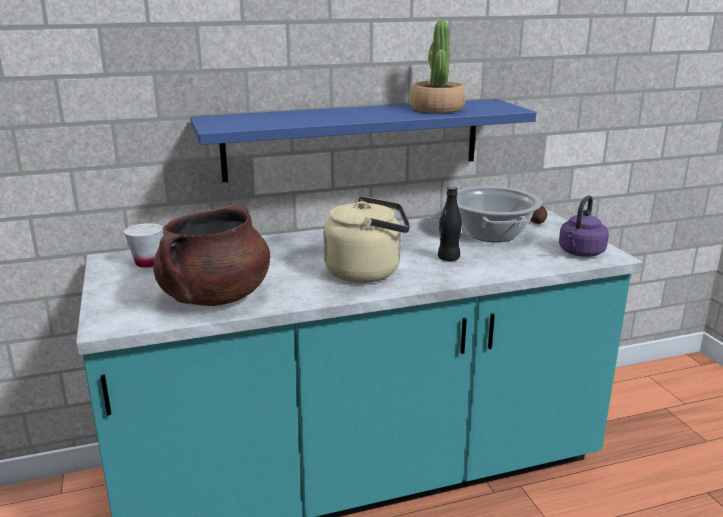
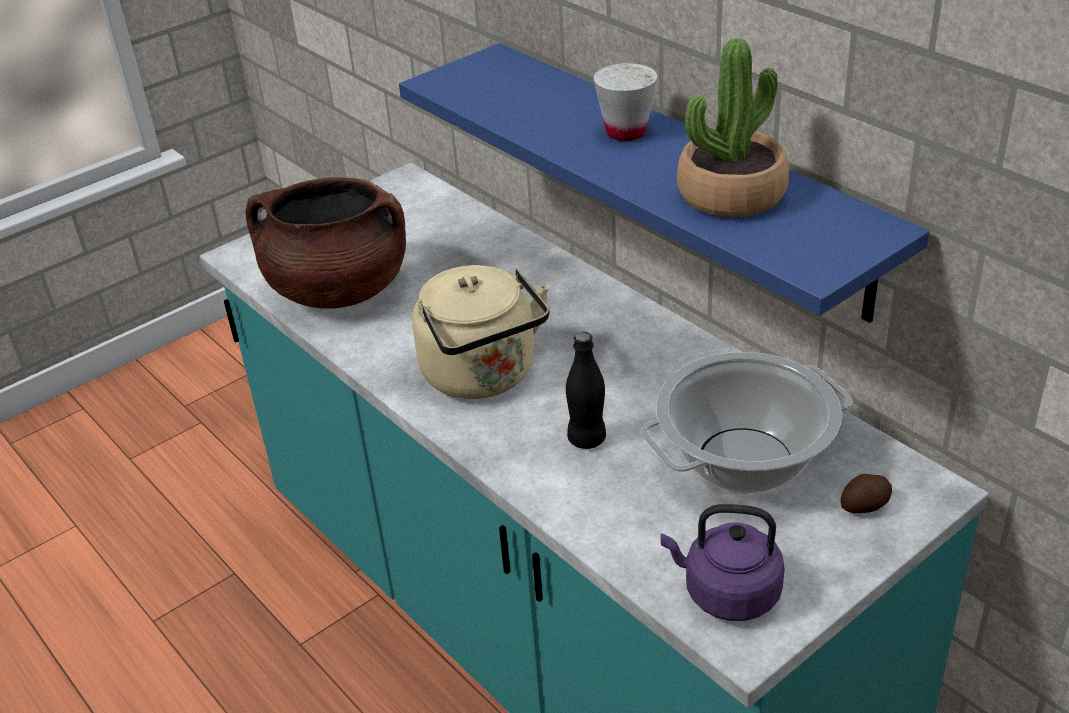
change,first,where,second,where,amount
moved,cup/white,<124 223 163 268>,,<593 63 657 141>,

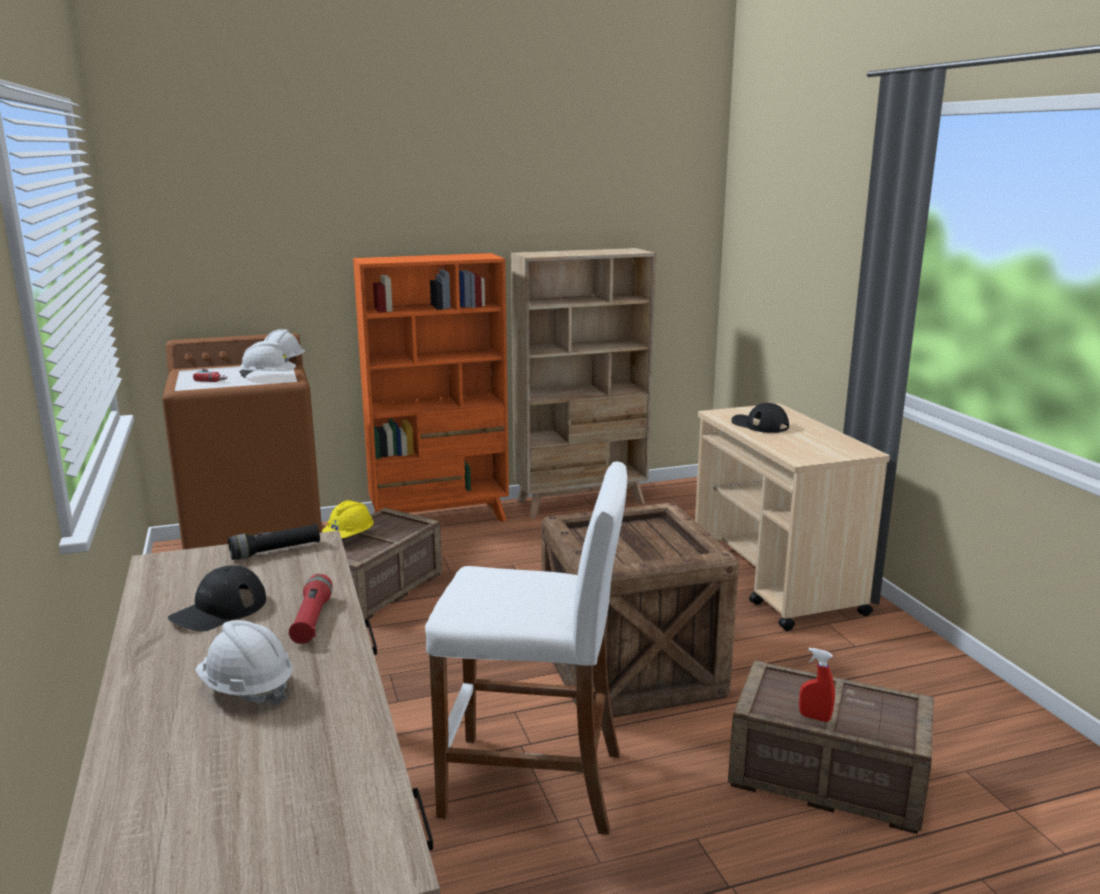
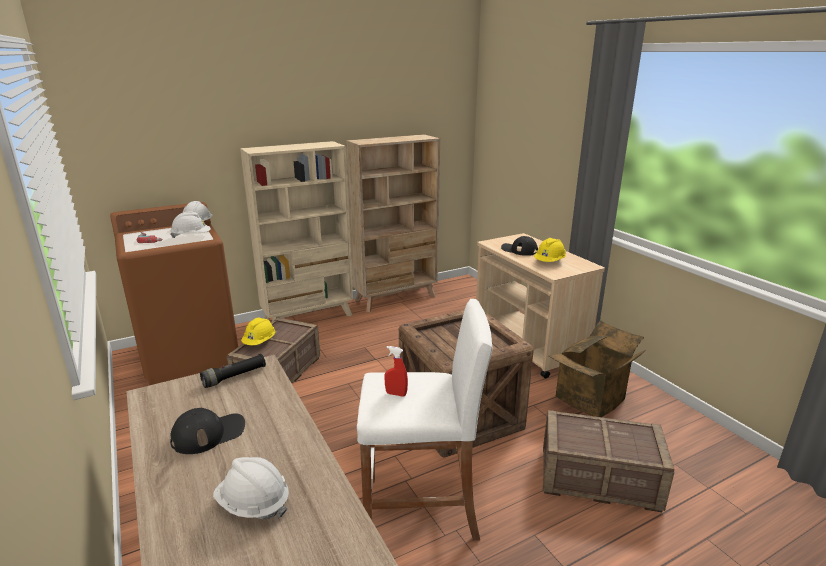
change,first,where,second,where,amount
removed,flashlight/red,<289 574 333 644>,,,
added,,,hard hat/yellow,<534 238 566 262>,
added,,,cardboard box,<549 320 646 417>,
moved,spray bottle/red,<799 648 835 722>,,<384 346 408 397>,
recoloured,bookcase/orange,<353 253 509 522>,bookcase/beige,<240 141 353 321>,
turned,cap/black,<168 565 266 631>,,<170 408 245 454>,150 degrees counterclockwise

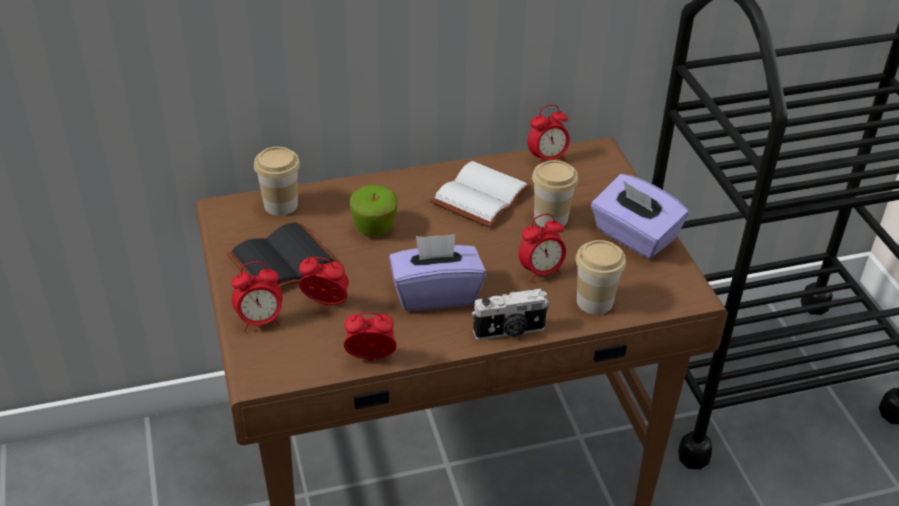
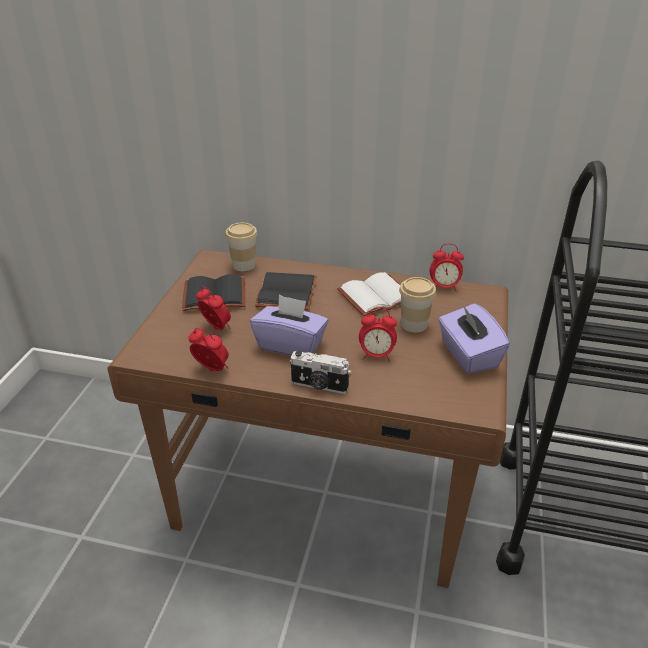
change,first,where,second,where,amount
removed,alarm clock,<231 262 283 331>,,,
removed,cup,<576 240 626 314>,,,
replaced,apple,<350 185 398 236>,book/black,<255 272 317 310>,

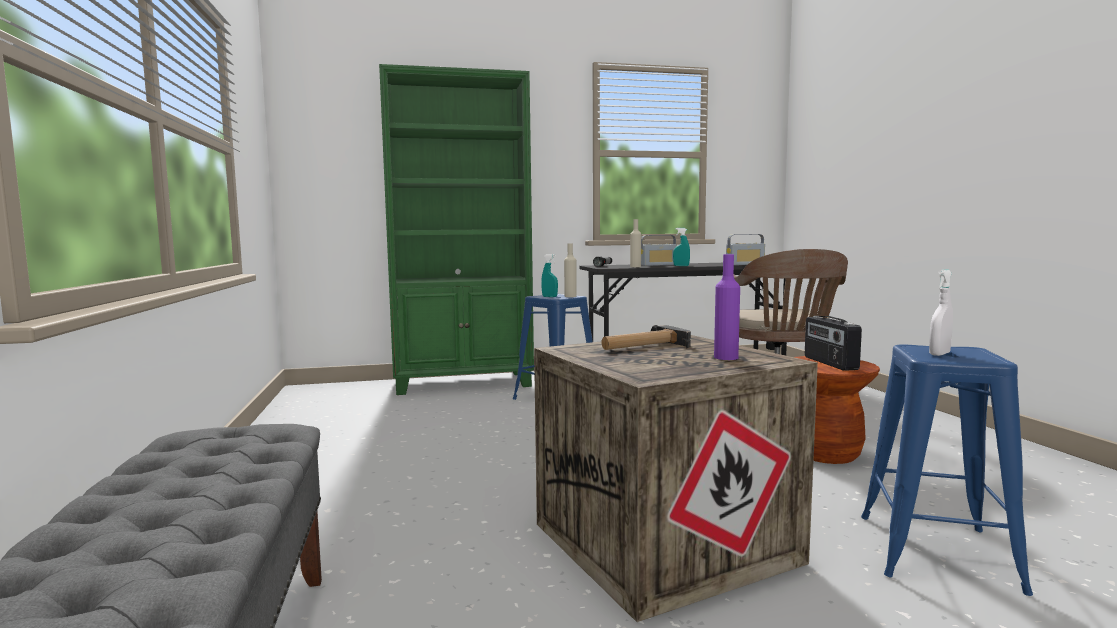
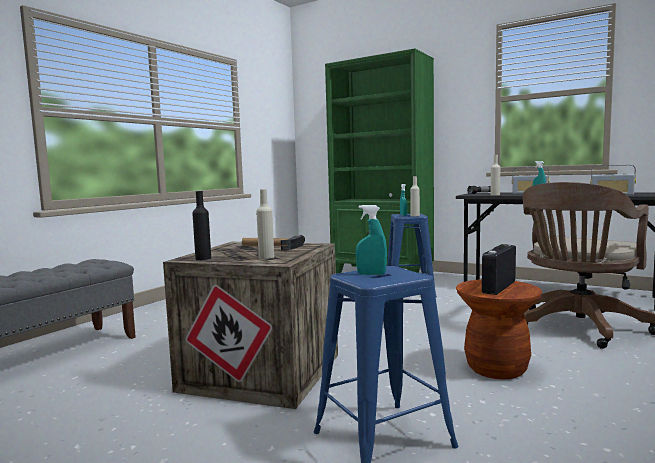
change,first,where,second,where,amount
added,,,bottle/black,<192 191 211 260>,
recoloured,bottle/purple,<714 254 740 360>,bottle/beige,<256 189 274 259>,
recoloured,spray bottle/white,<929 270 953 356>,spray bottle/turquoise,<356 205 387 275>,

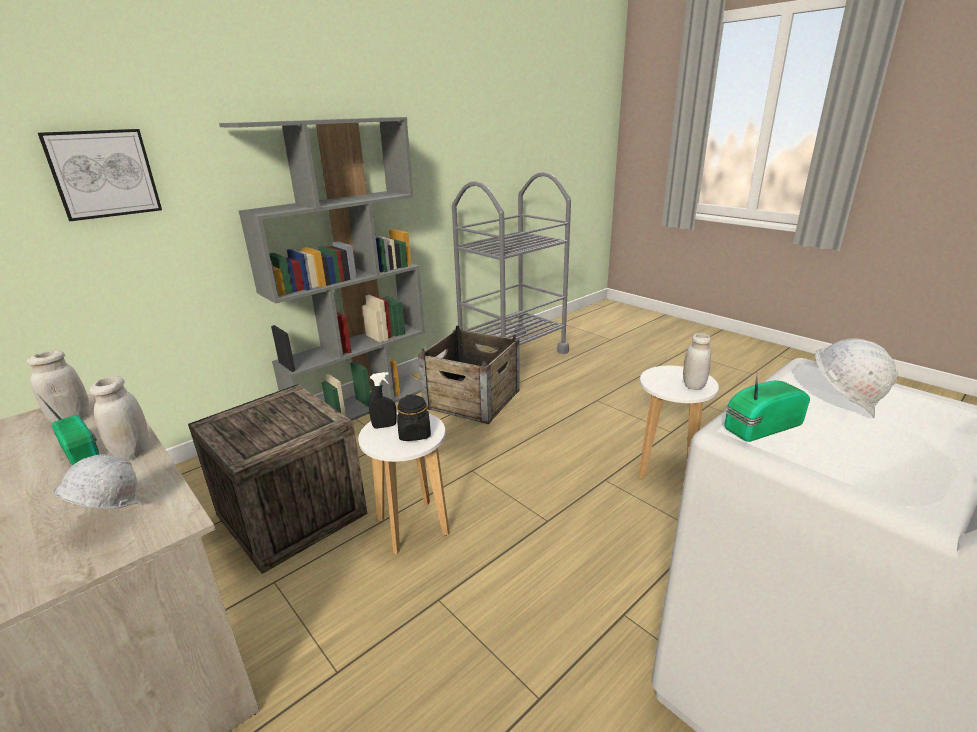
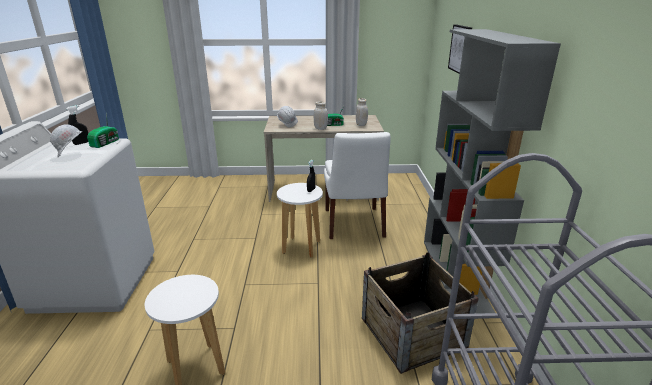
change,first,where,second,where,amount
removed,jar/black,<397 394 431 441>,,,
removed,jar/white,<683 333 711 390>,,,
added,,,spray bottle/black,<67 105 88 145>,
replaced,crate,<188 384 368 574>,chair/white,<324 132 391 239>,

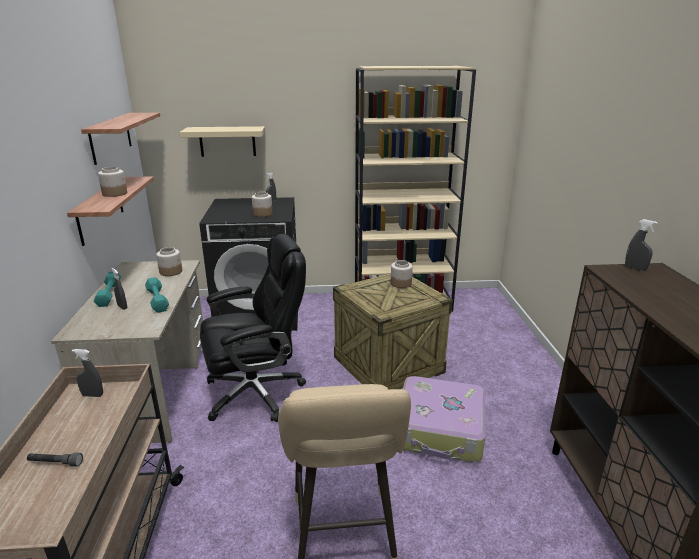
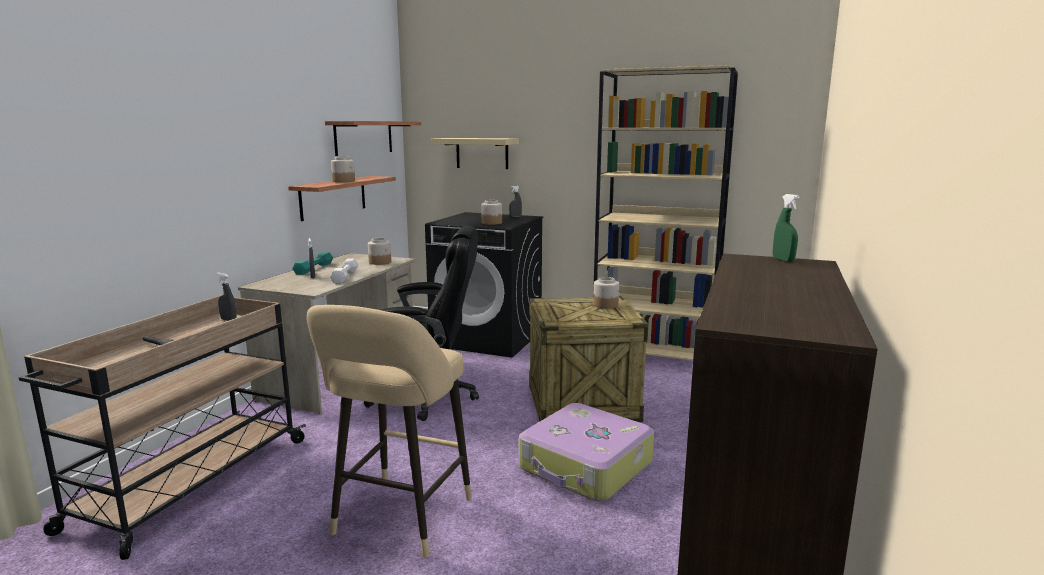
change,first,where,second,where,amount
recoloured,dumbbell/turquoise,<145 277 169 313>,dumbbell/white,<330 259 358 283>,
recoloured,spray bottle/grey,<625 219 658 271>,spray bottle/green,<773 194 800 262>,

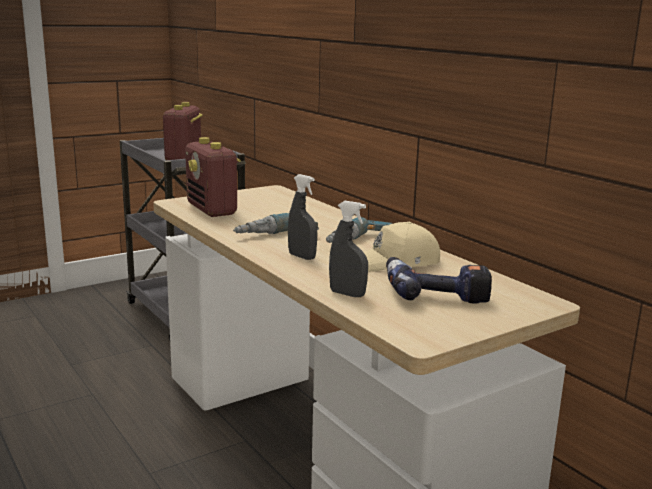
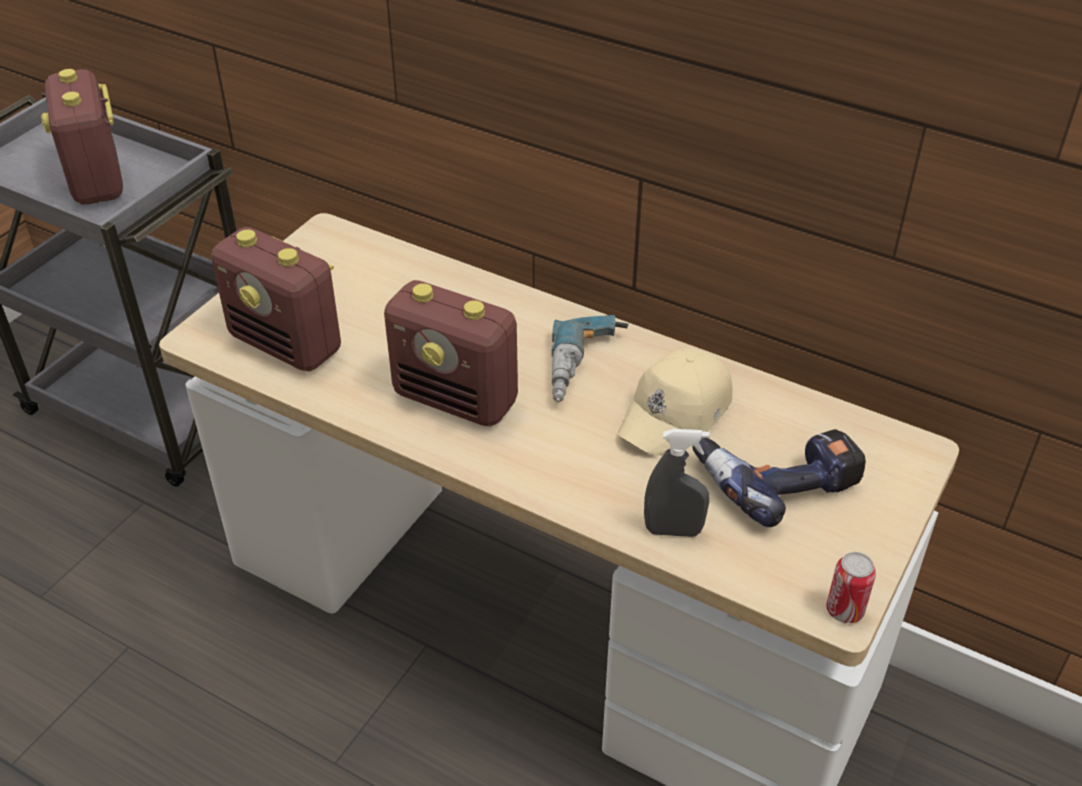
change,first,where,second,where,amount
removed,spray bottle/grey,<288 174 317 260>,,,
added,,,can,<826 552 876 623>,
replaced,power drill,<233 213 319 234>,radio,<384 280 518 427>,

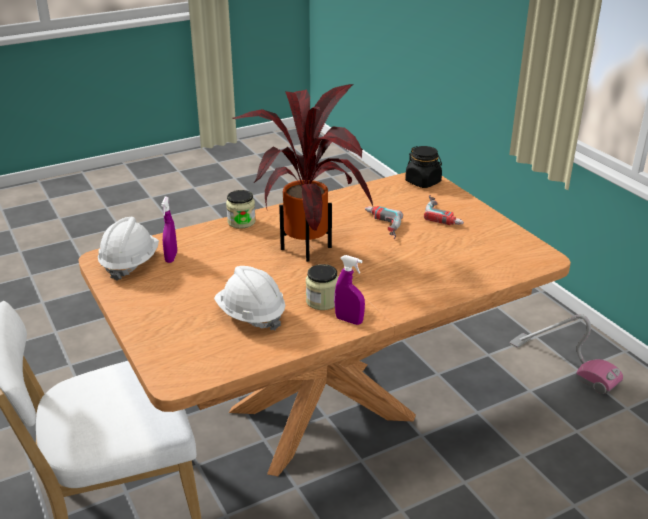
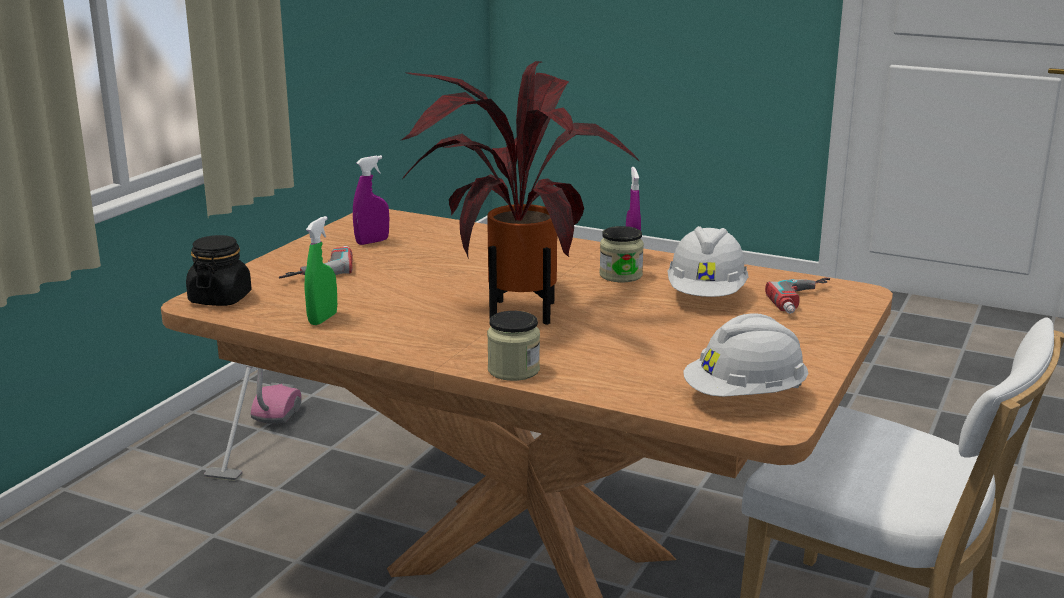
change,first,where,second,where,amount
added,,,spray bottle/green,<304 216 337 325>,
moved,spray bottle/purple,<161 196 177 263>,,<353 155 389 245>,
moved,power drill,<365 206 403 239>,,<765 278 830 314>,

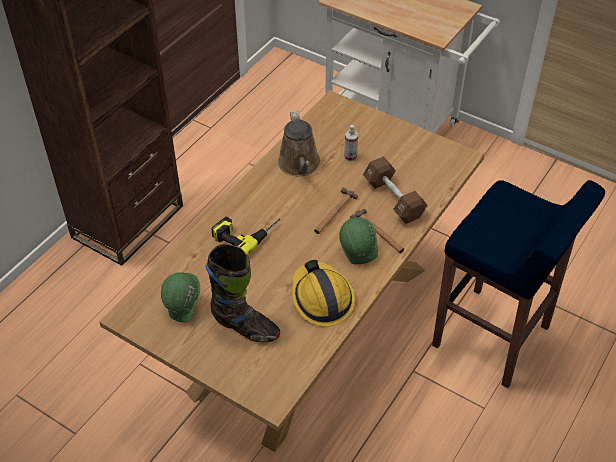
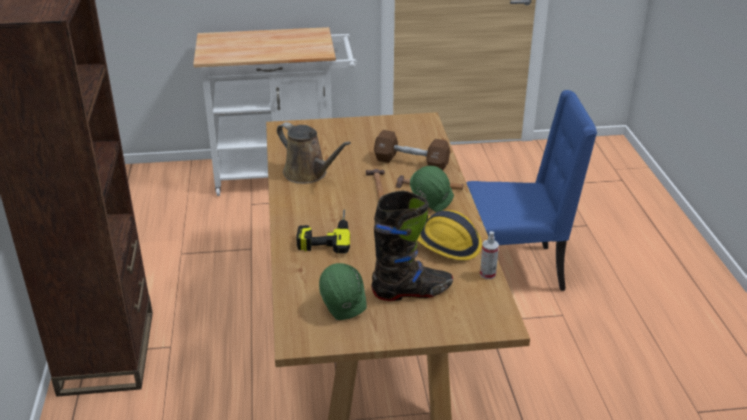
change,first,where,second,where,amount
moved,spray bottle,<344 125 358 161>,,<480 231 499 279>,
replaced,stool/blue,<432 180 605 388>,chair/blue,<466 90 597 291>,

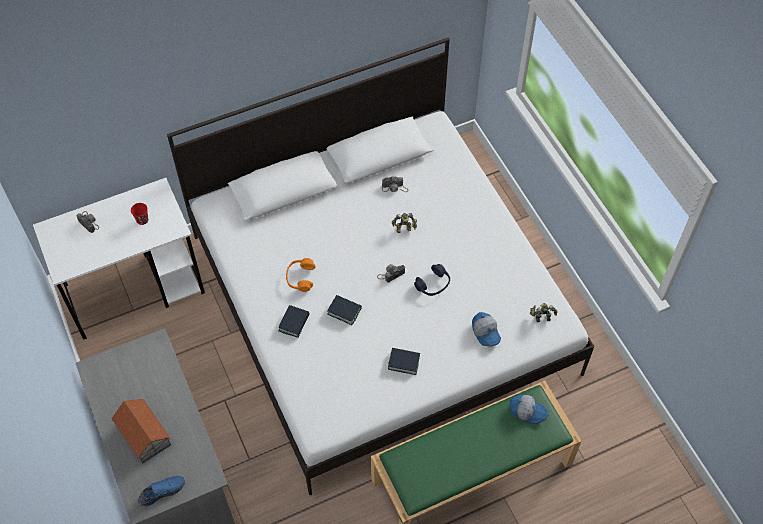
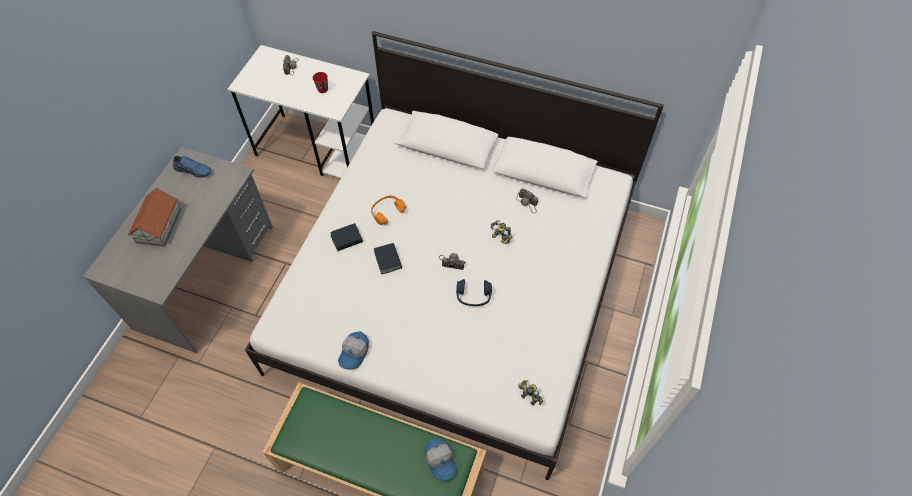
change,first,where,second,where,amount
removed,book,<388 348 420 375>,,,
moved,shoe/blue,<138 476 185 507>,,<172 156 211 178>,
moved,cap,<472 312 501 347>,,<338 331 369 369>,

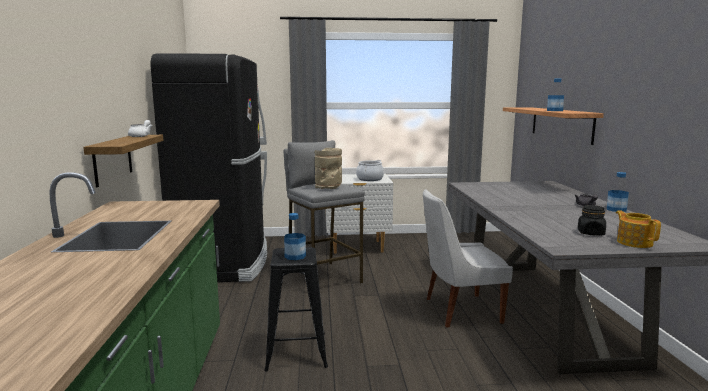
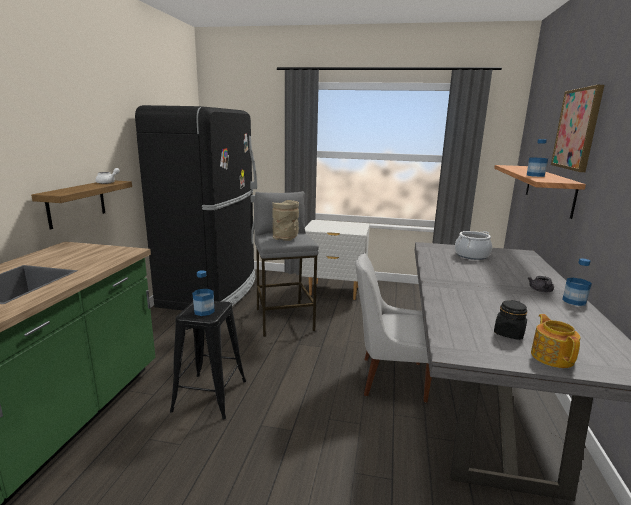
change,first,where,second,where,amount
added,,,picture,<551 85 604 172>,
moved,cooking pot,<356 160 384 181>,,<455 231 492 260>,

